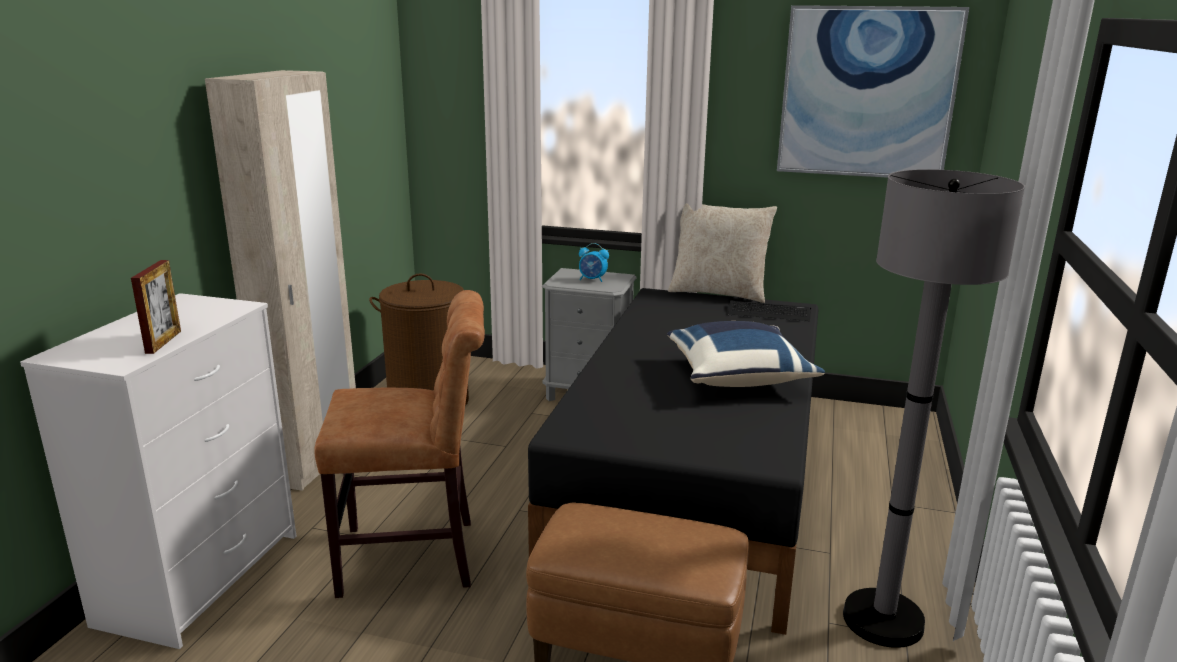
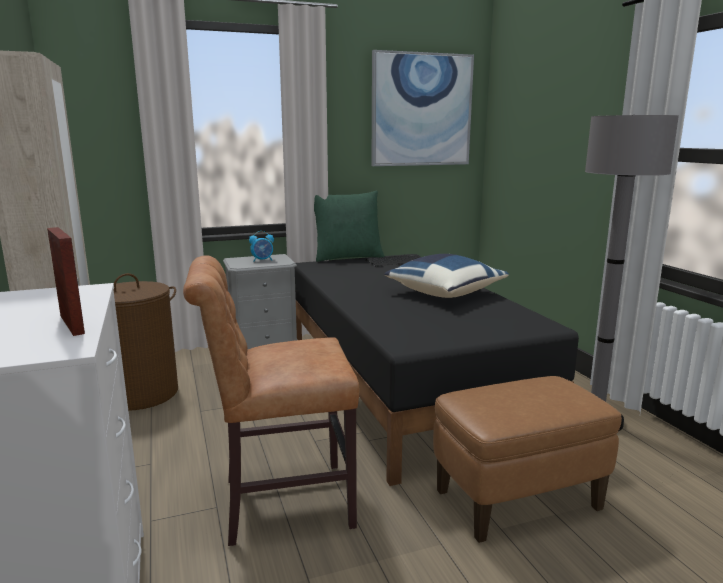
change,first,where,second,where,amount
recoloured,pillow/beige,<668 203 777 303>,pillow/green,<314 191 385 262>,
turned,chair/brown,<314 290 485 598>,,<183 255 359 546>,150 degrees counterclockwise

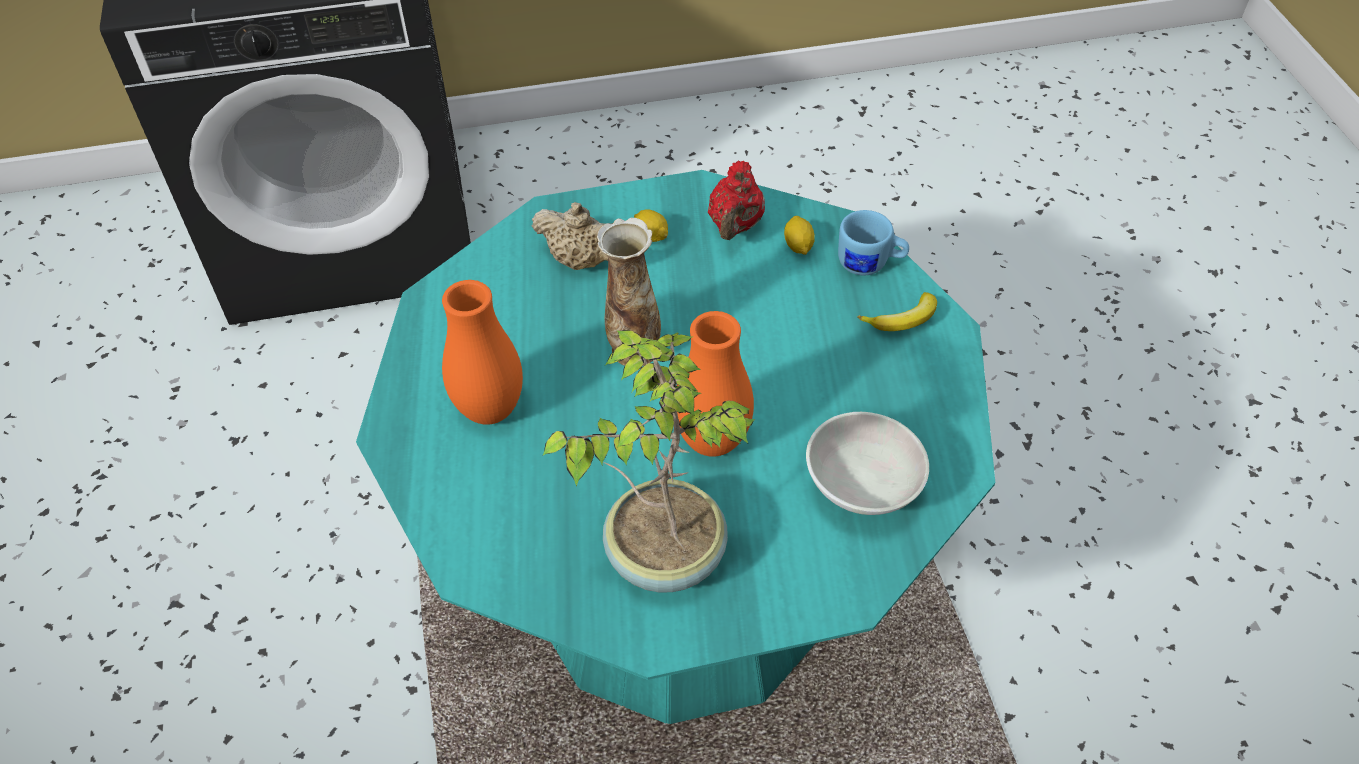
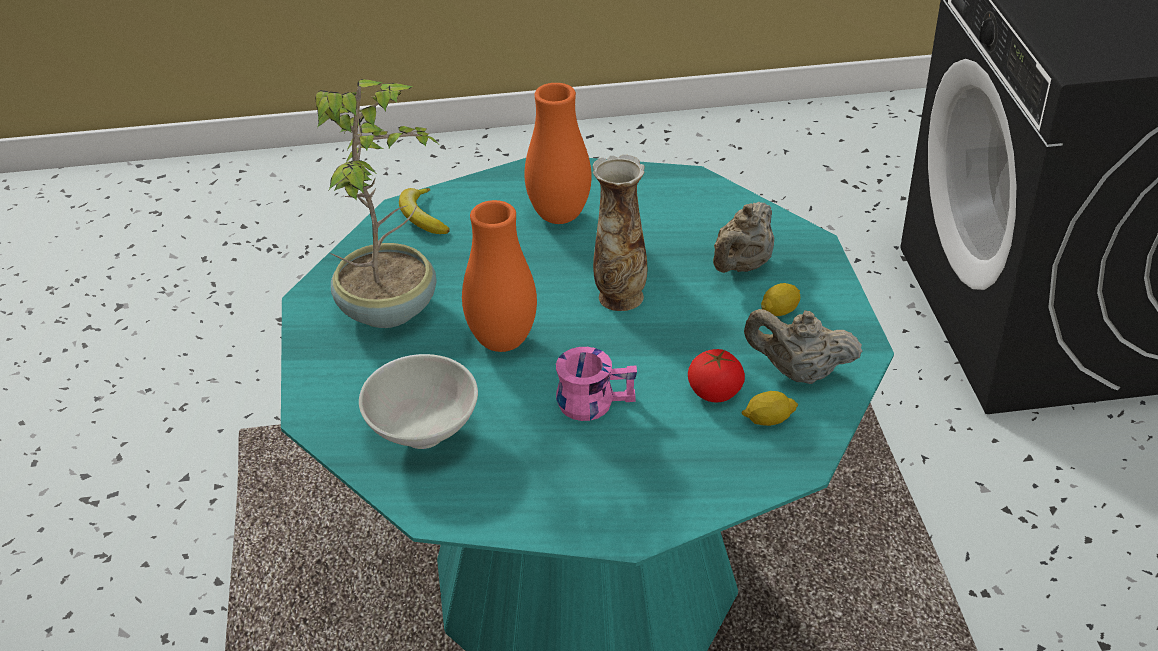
change,first,where,second,where,amount
removed,mug/blue,<838 210 909 275>,,,
added,,,mug/pink,<556 347 637 421>,
added,,,tomato,<688 349 745 403>,
moved,banana,<858 292 937 331>,,<399 188 450 234>,
recoloured,teapot/red,<708 161 765 240>,teapot/beige,<744 309 862 384>,

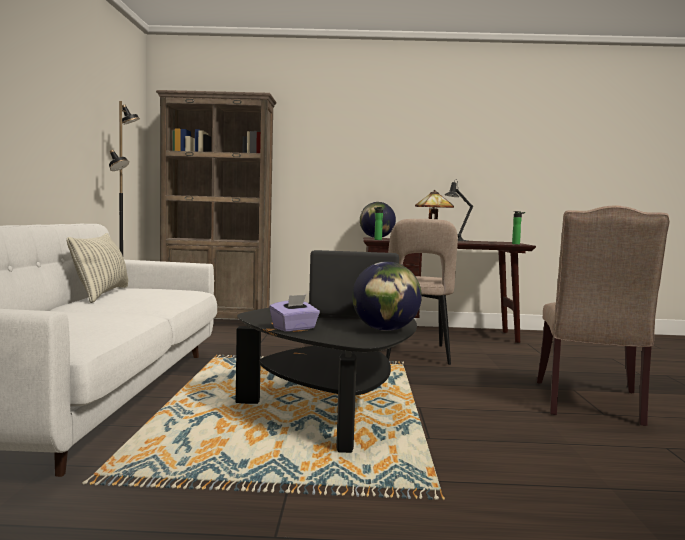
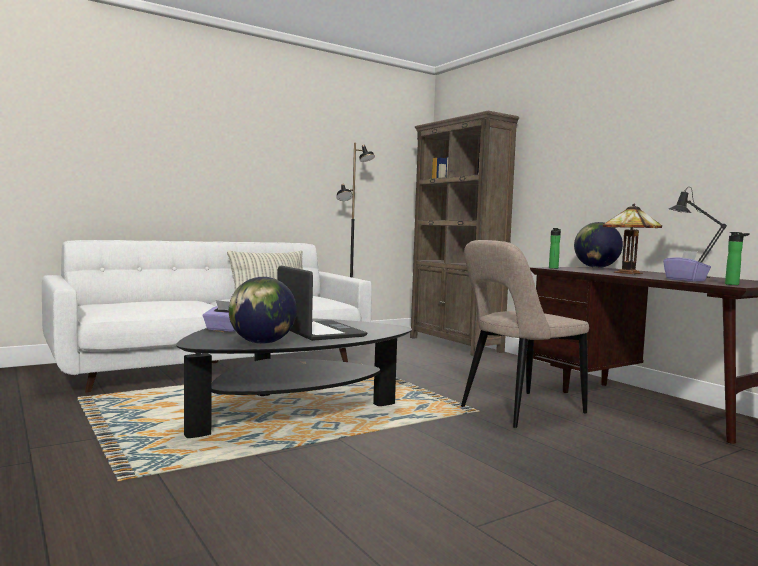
change,first,where,second,where,amount
removed,chair/beige,<537 205 670 426>,,,
added,,,tissue box/purple,<663 251 711 281>,

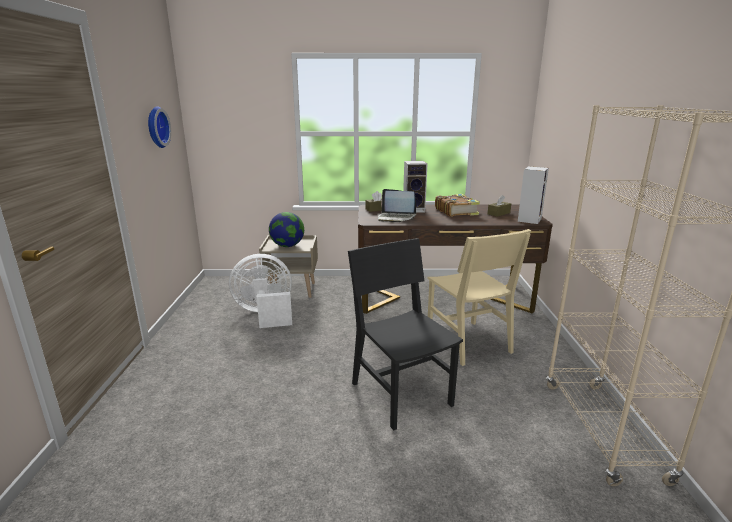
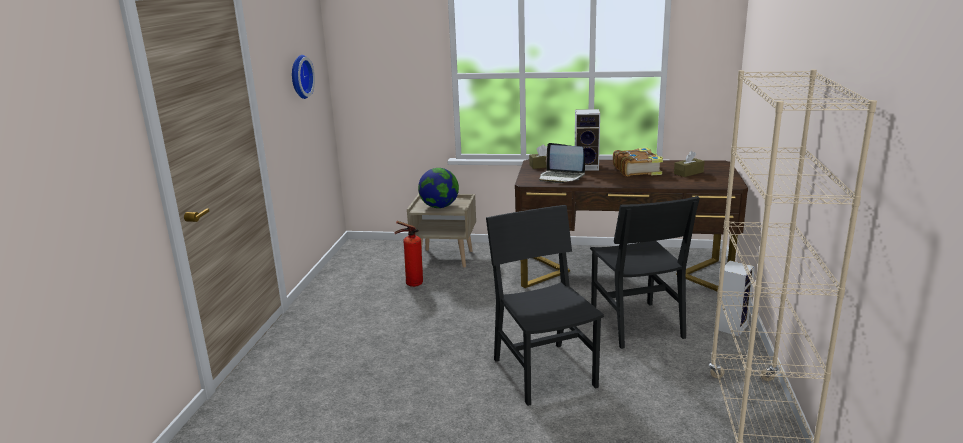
change,first,where,second,where,amount
moved,speaker,<518 166 549 224>,,<714 261 755 336>,
replaced,fan/white,<229 254 292 328>,fire extinguisher,<394 221 423 287>,
recoloured,chair/beige,<427 229 531 366>,chair/black,<590 196 700 349>,

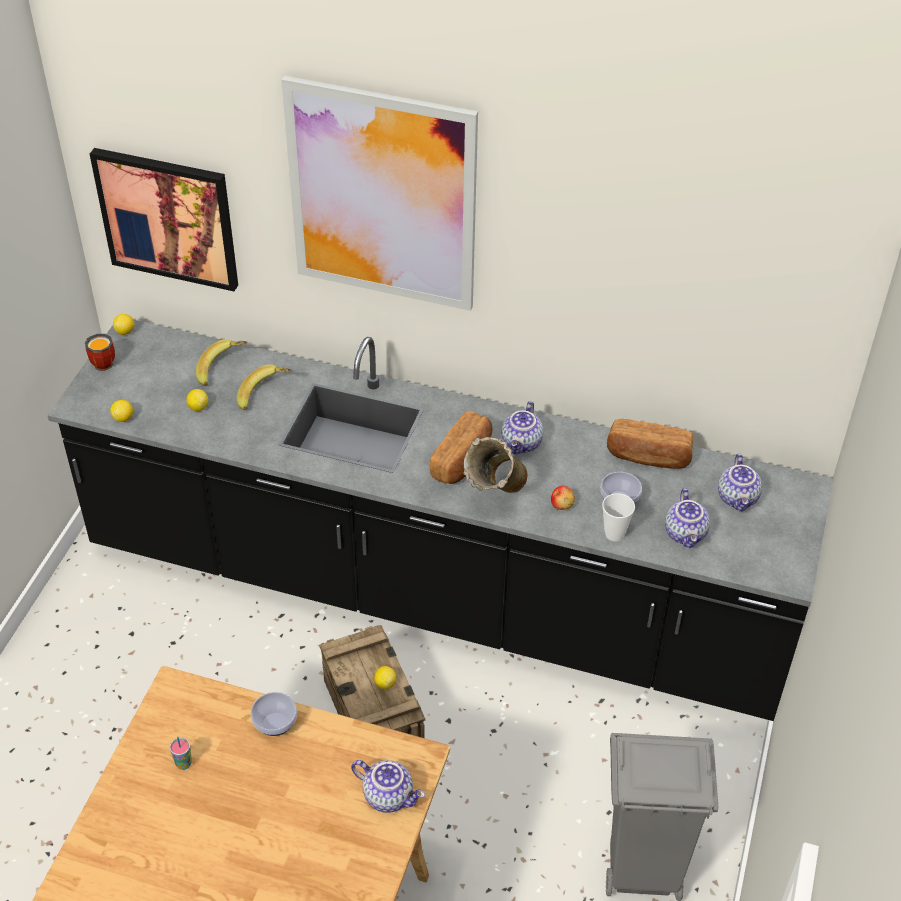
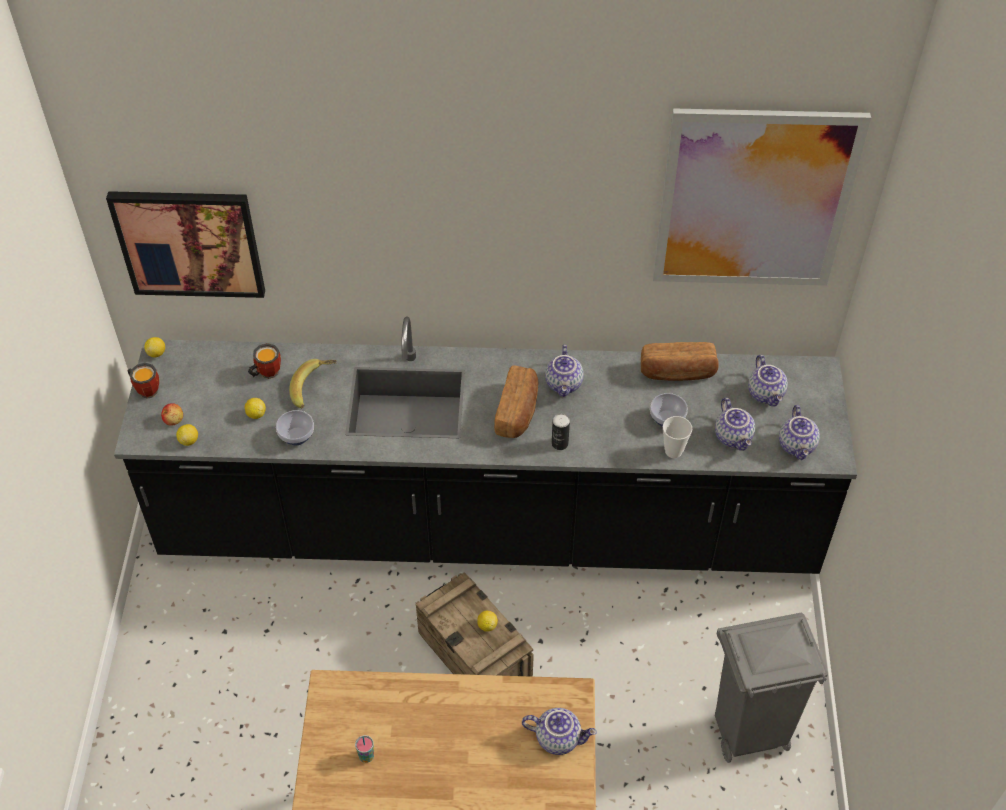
change,first,where,second,where,amount
added,,,teapot,<779 405 820 460>,
moved,bowl,<251 692 297 736>,,<276 410 314 445>,
moved,picture,<281 76 478 311>,,<653 108 871 286>,
moved,apple,<551 486 575 510>,,<161 403 183 426>,
replaced,banana,<196 339 247 386>,mug,<248 343 281 379>,
replaced,vase/beige,<463 437 527 493>,can,<552 414 570 450>,

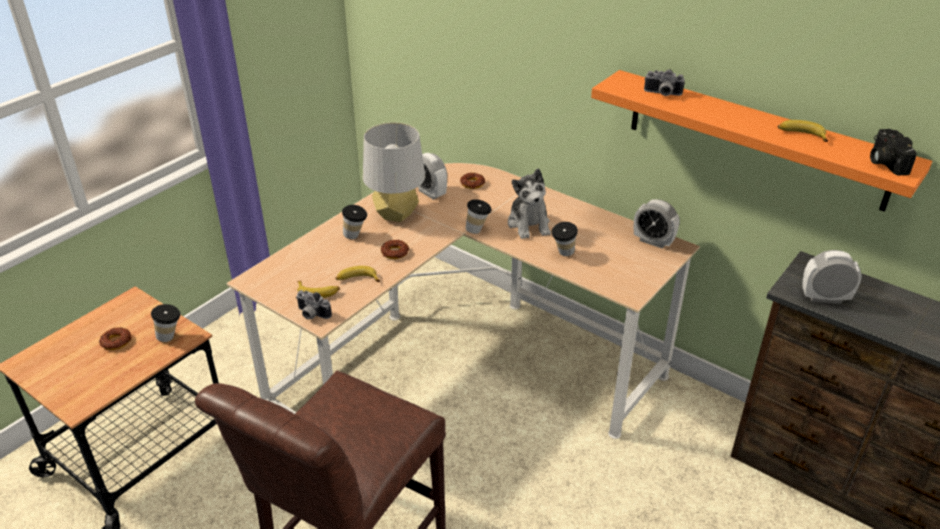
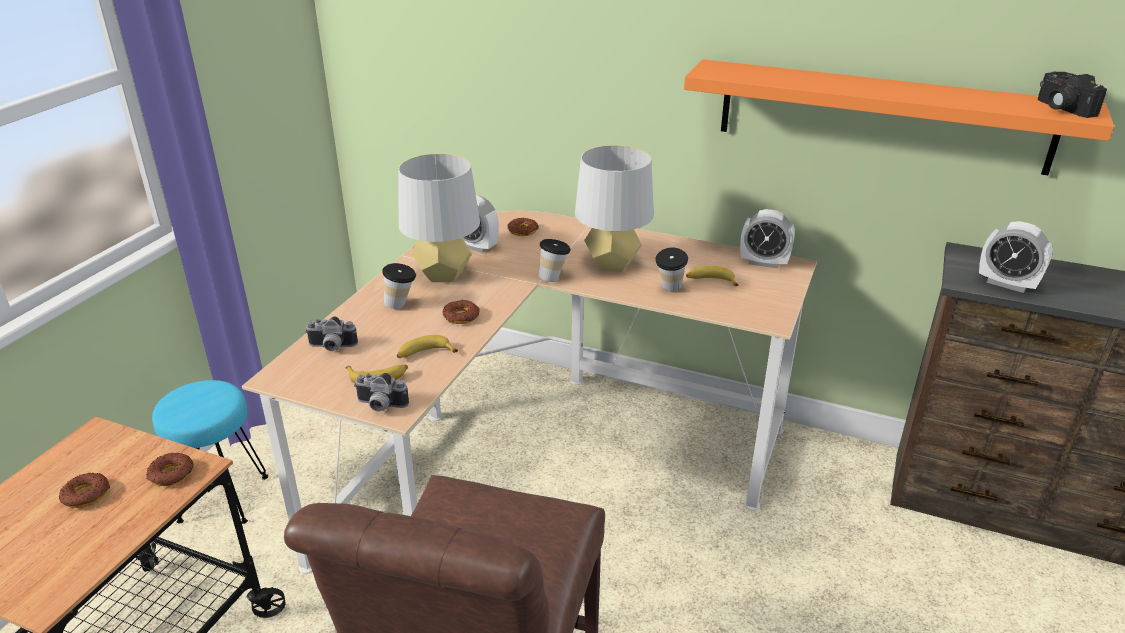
change,first,where,second,where,amount
added,,,stool/turquoise,<152 380 268 524>,
moved,photo camera,<644 69 685 96>,,<305 316 358 351>,
moved,banana,<778 120 828 142>,,<686 266 738 286>,
replaced,cup,<151 304 180 342>,donut,<146 453 194 486>,
replaced,plush toy,<508 169 551 239>,table lamp/grey,<575 145 654 272>,
turned,alarm clock,<802 250 862 304>,,<979 221 1053 293>,135 degrees counterclockwise

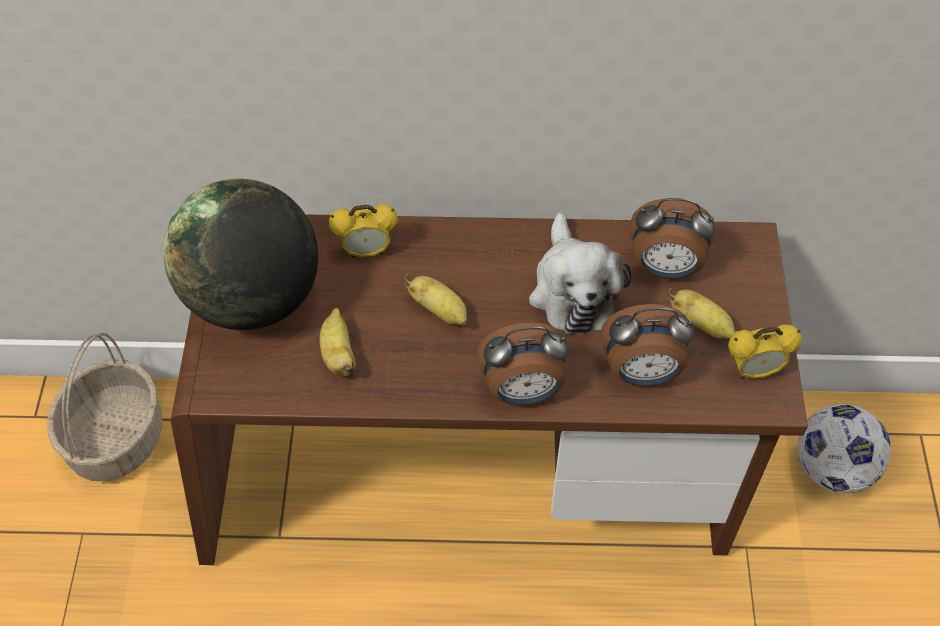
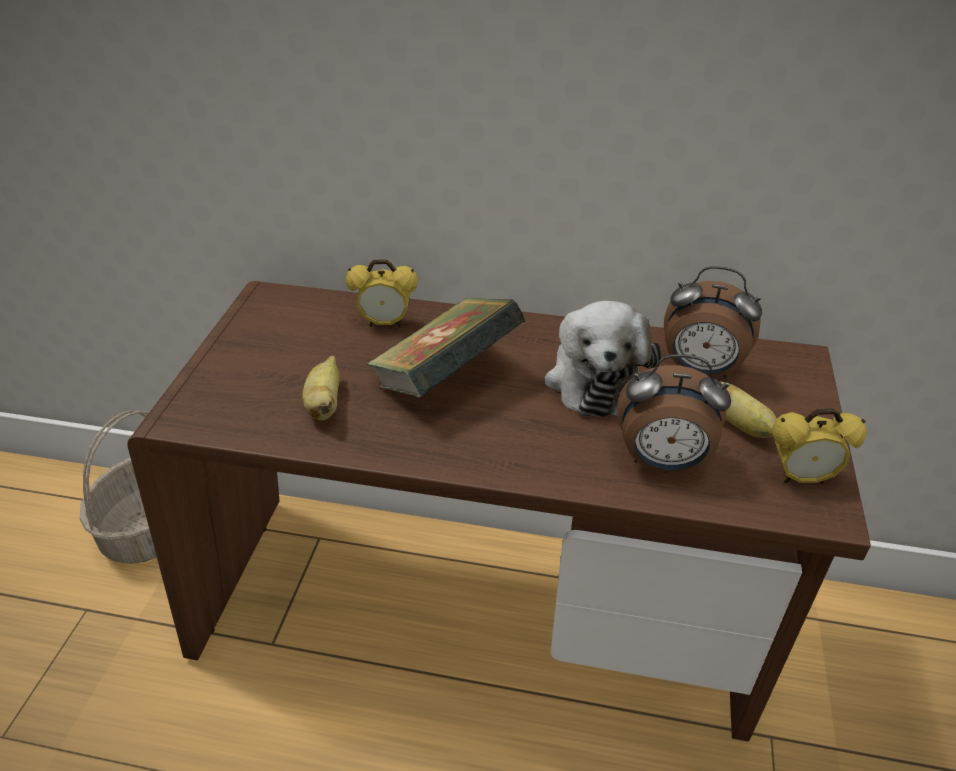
change,first,where,second,where,amount
removed,globe,<163 179 318 330>,,,
removed,alarm clock,<477 323 569 405>,,,
removed,football,<798 404 891 493>,,,
replaced,banana,<404 274 467 326>,book,<367 298 526 398>,

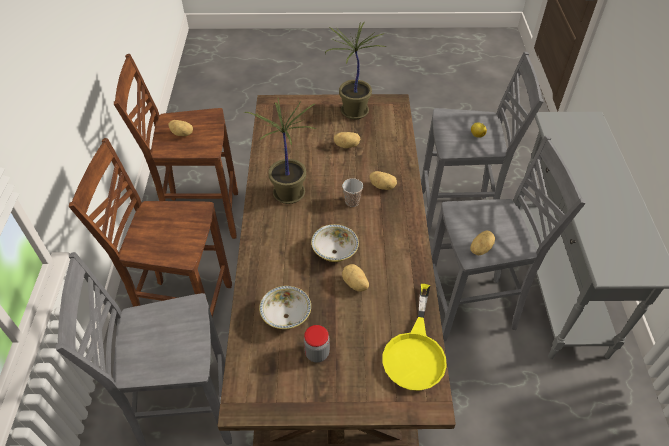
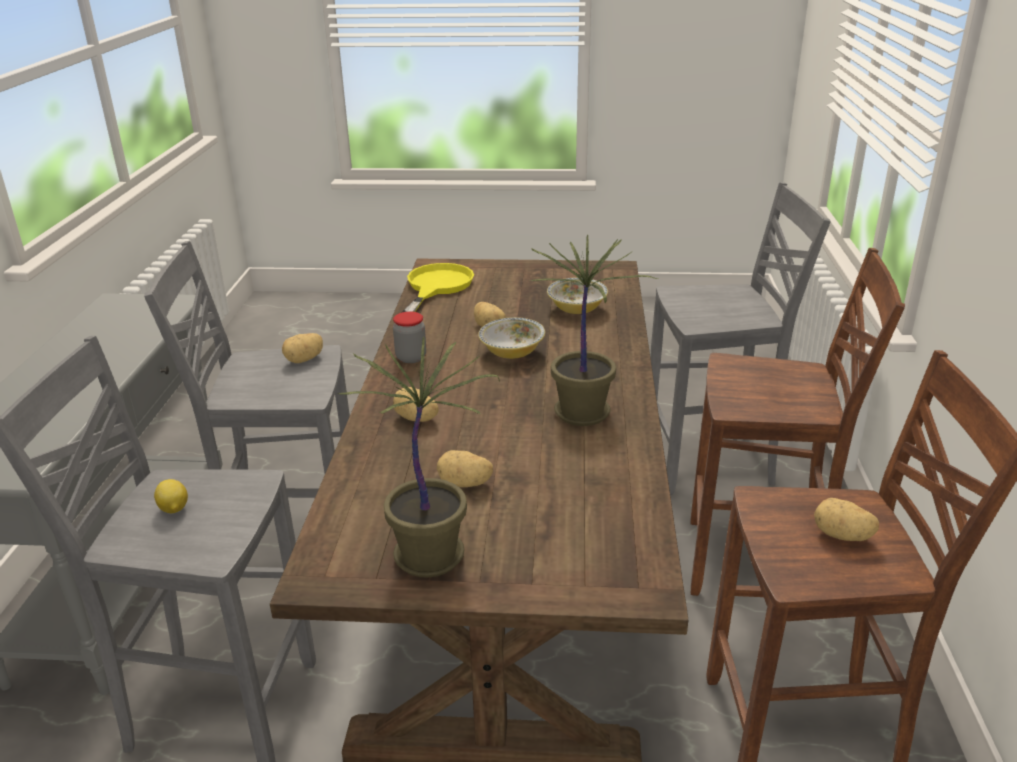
change,first,where,second,where,amount
removed,cup,<342 178 363 207>,,,
moved,jar,<304 325 330 363>,,<393 311 426 363>,

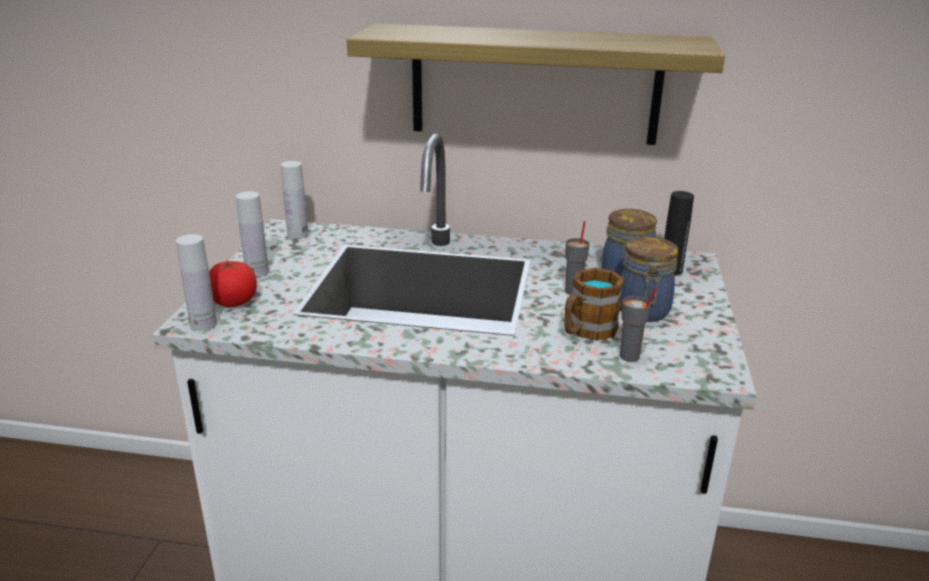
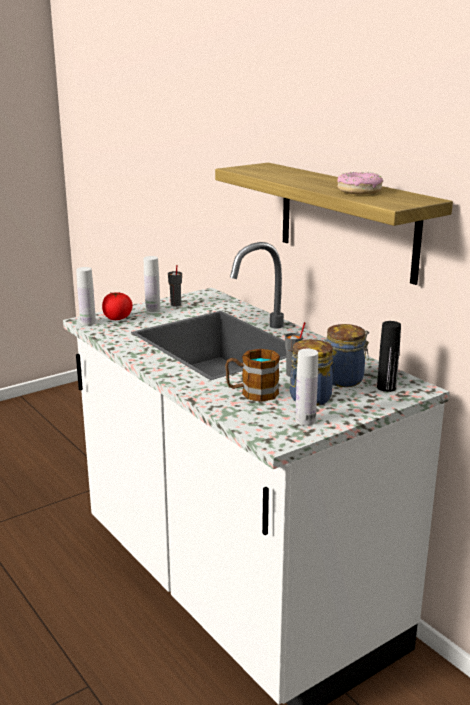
change,first,where,second,where,amount
added,,,donut,<337 172 383 194>,
moved,bottle/white,<281 161 308 239>,,<295 349 318 426>,
moved,cup/grey,<620 287 657 362>,,<168 265 182 307>,

